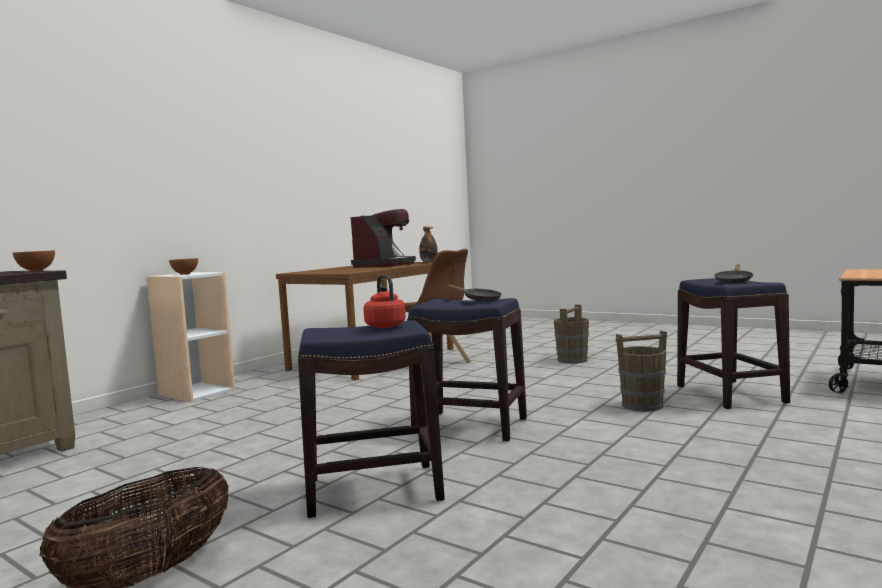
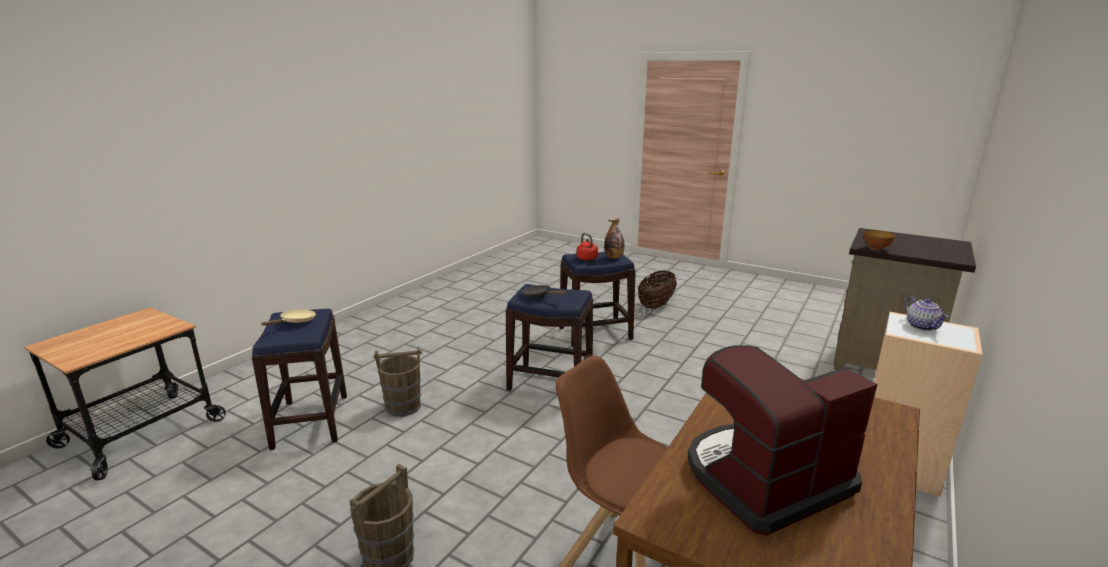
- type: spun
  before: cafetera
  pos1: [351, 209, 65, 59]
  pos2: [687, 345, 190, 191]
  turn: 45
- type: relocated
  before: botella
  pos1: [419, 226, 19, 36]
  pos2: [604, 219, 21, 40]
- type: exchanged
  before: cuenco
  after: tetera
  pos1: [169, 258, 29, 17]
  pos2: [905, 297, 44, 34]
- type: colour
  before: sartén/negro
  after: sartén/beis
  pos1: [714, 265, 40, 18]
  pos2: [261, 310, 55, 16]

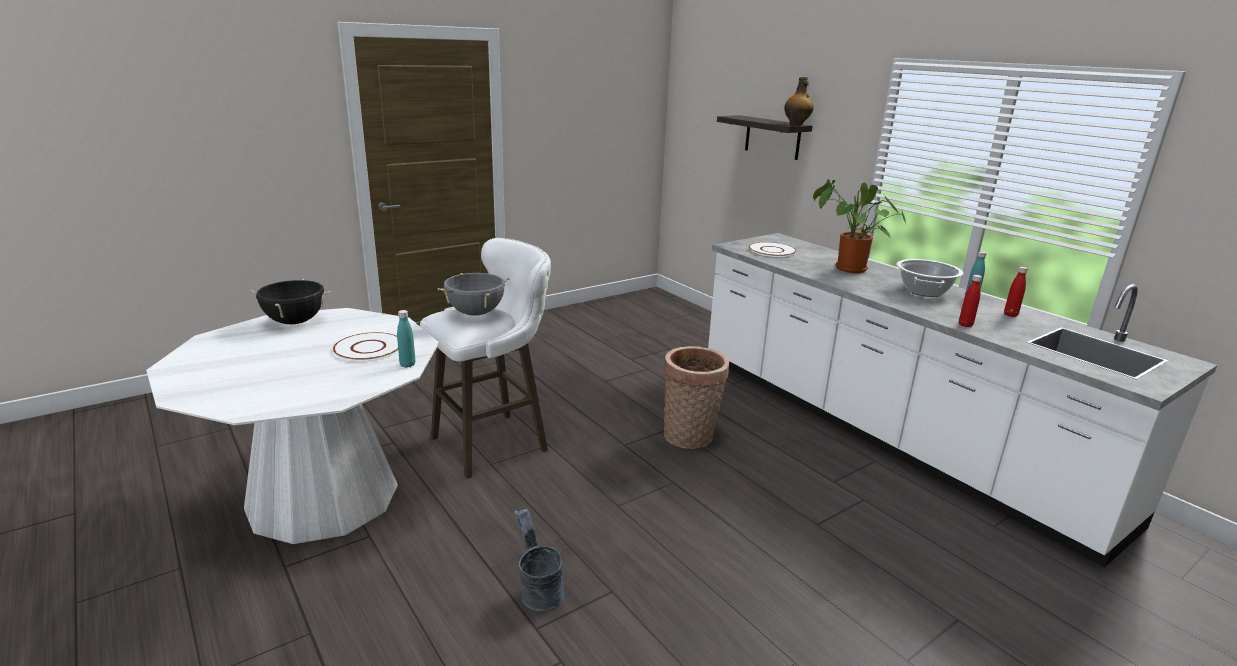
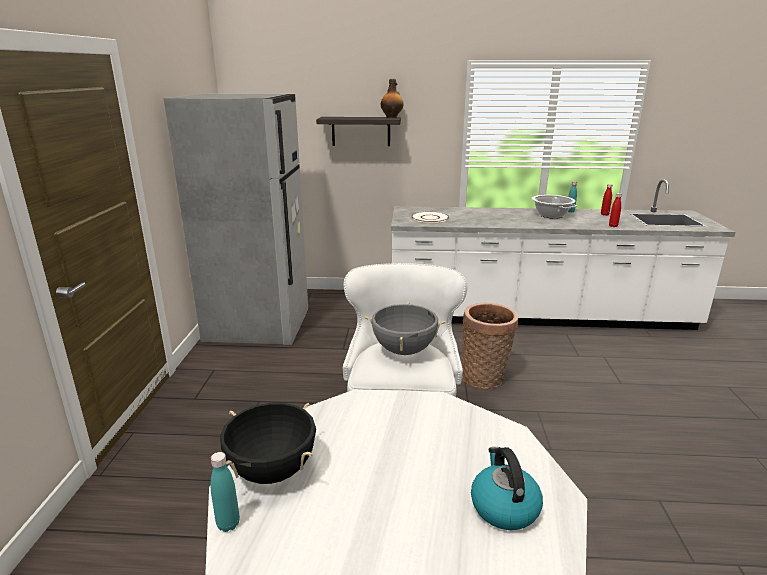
- type: missing
  before: planta en maceta
  pos1: [813, 179, 93, 94]
- type: relocated
  before: botella/turquesa
  pos1: [397, 310, 19, 58]
  pos2: [211, 452, 29, 80]
- type: missing
  before: plato/blanco
  pos1: [333, 332, 65, 29]
- type: missing
  before: cubo/gris
  pos1: [514, 509, 50, 103]
- type: appeared
  after: nevera/gris
  pos2: [163, 94, 145, 251]
- type: appeared
  after: hervidor
  pos2: [471, 447, 72, 83]

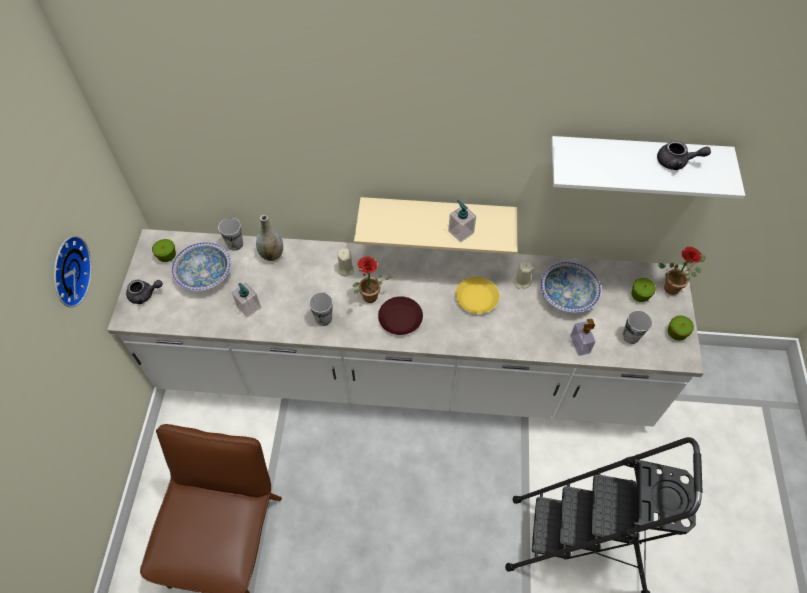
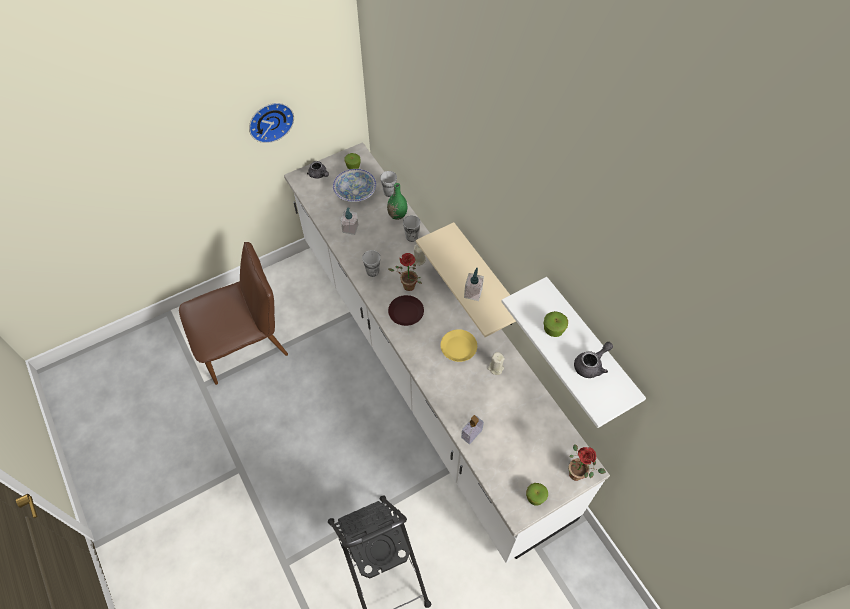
- type: spun
  before: tetera/gris
  pos1: [657, 140, 54, 30]
  pos2: [574, 342, 39, 36]
  turn: -105
- type: colour
  before: florero/gris
  after: florero/verde
  pos1: [256, 215, 27, 46]
  pos2: [387, 183, 20, 37]
- type: missing
  before: cuenco
  pos1: [541, 262, 60, 51]
- type: relocated
  before: manzana
  pos1: [631, 278, 25, 24]
  pos2: [544, 311, 24, 26]
- type: relocated
  before: taza
  pos1: [622, 310, 30, 34]
  pos2: [403, 215, 17, 27]

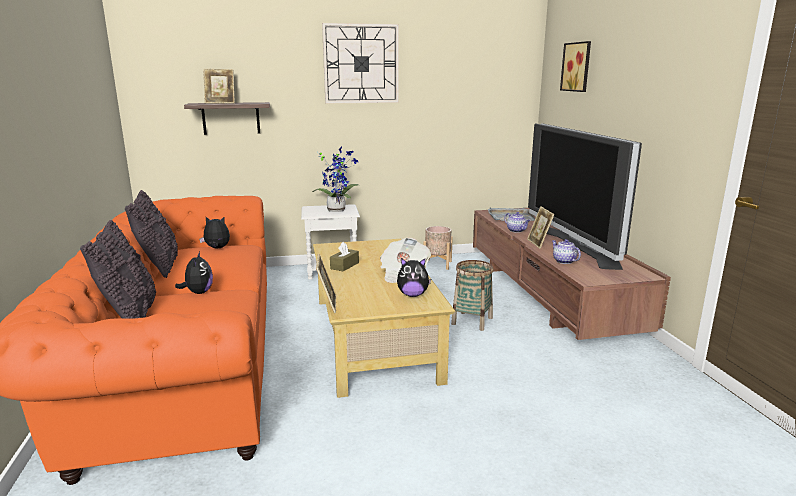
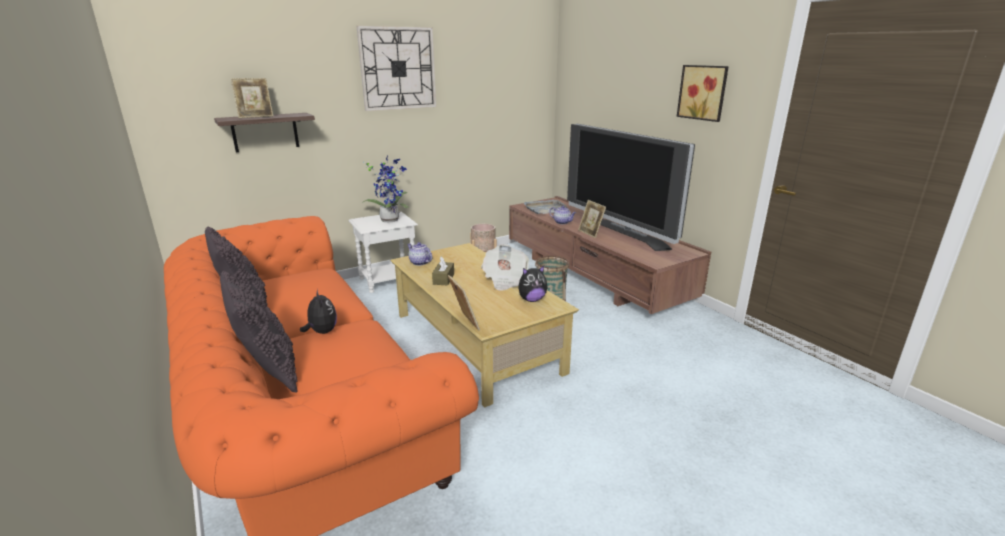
- type: relocated
  before: cuadro
  pos1: [560, 41, 31, 51]
  pos2: [677, 65, 52, 57]
- type: missing
  before: peluche
  pos1: [199, 217, 31, 31]
- type: relocated
  before: tetera
  pos1: [552, 239, 29, 25]
  pos2: [407, 242, 25, 24]

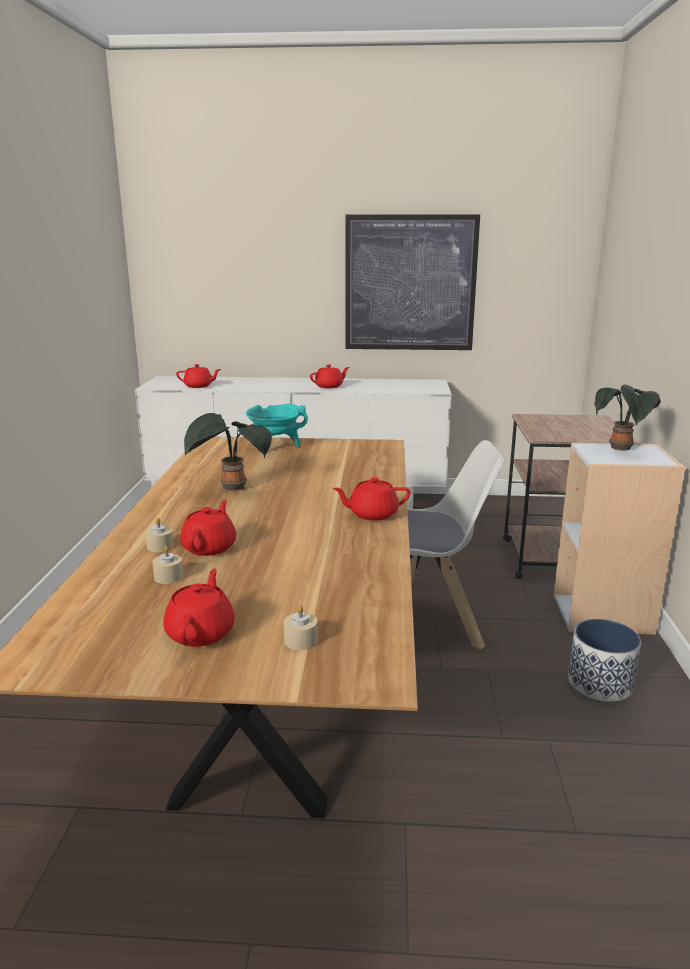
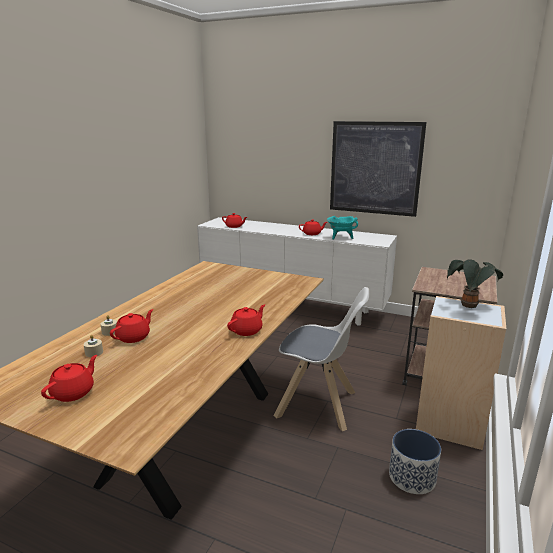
- type: relocated
  before: olla/turquesa
  pos1: [246, 404, 62, 43]
  pos2: [327, 216, 31, 24]
- type: missing
  before: planta en maceta
  pos1: [184, 413, 88, 78]
- type: spun
  before: tetera/rojo
  pos1: [332, 477, 79, 44]
  pos2: [227, 304, 38, 32]
  turn: 120
- type: missing
  before: vela/beis
  pos1: [284, 605, 34, 45]

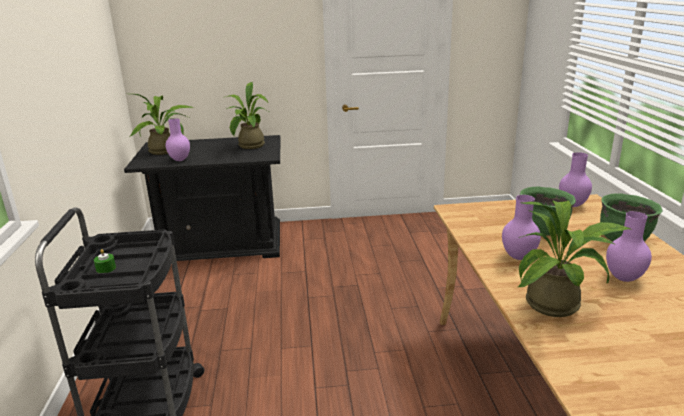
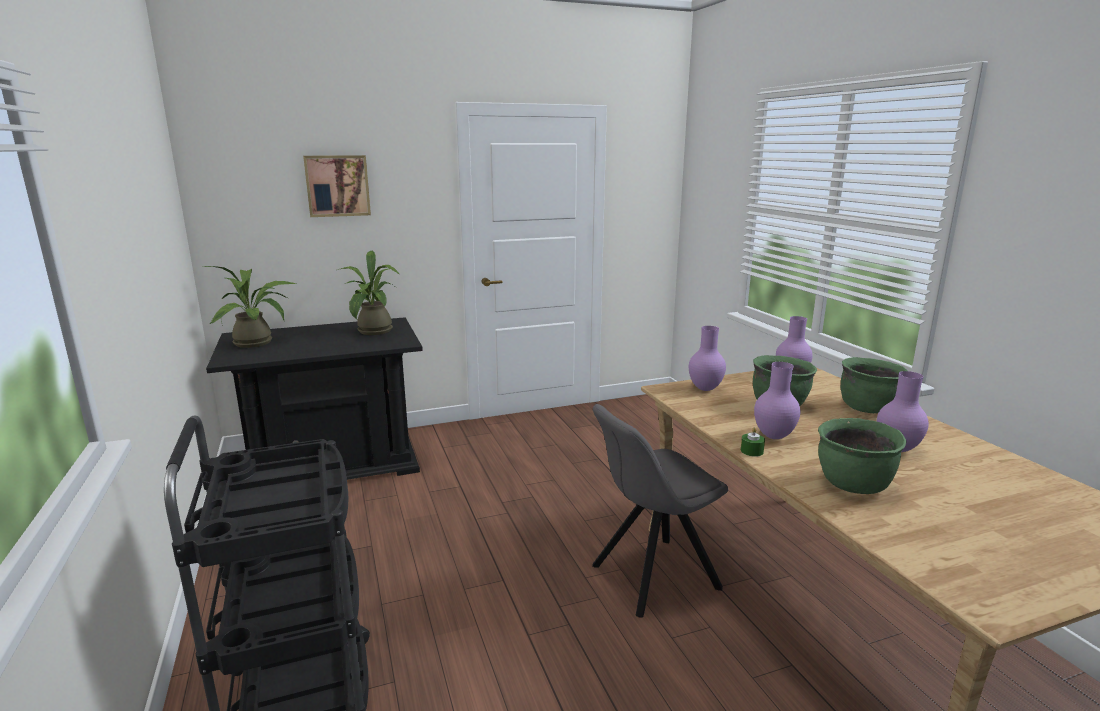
- type: relocated
  before: florero/morado
  pos1: [165, 119, 25, 42]
  pos2: [689, 326, 37, 65]
- type: exchanged
  before: planta en maceta
  after: olla/verde
  pos1: [518, 201, 112, 116]
  pos2: [818, 418, 88, 76]
- type: relocated
  before: vela/verde
  pos1: [94, 249, 22, 24]
  pos2: [741, 427, 24, 30]
- type: appeared
  after: cuadro
  pos2: [303, 155, 68, 62]
- type: appeared
  after: silla/gris
  pos2: [592, 404, 136, 214]

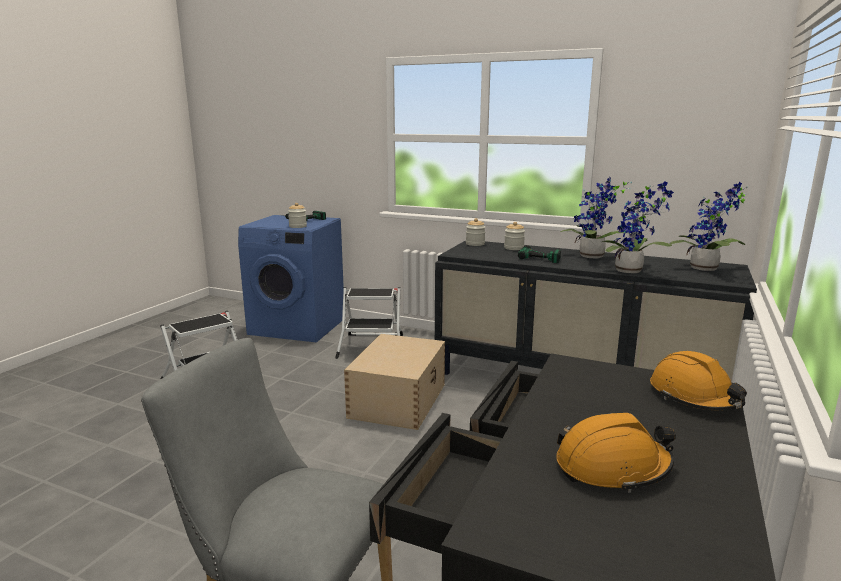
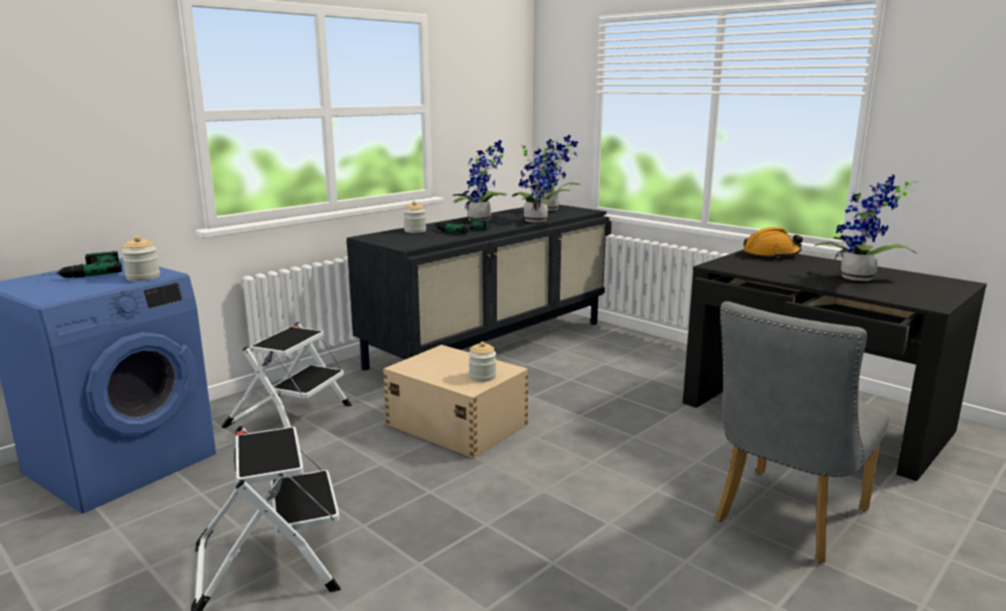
- type: relocated
  before: tarro
  pos1: [466, 218, 20, 28]
  pos2: [469, 342, 27, 40]
- type: exchanged
  before: casco/naranja
  after: planta en maceta
  pos1: [556, 413, 120, 80]
  pos2: [814, 175, 104, 106]

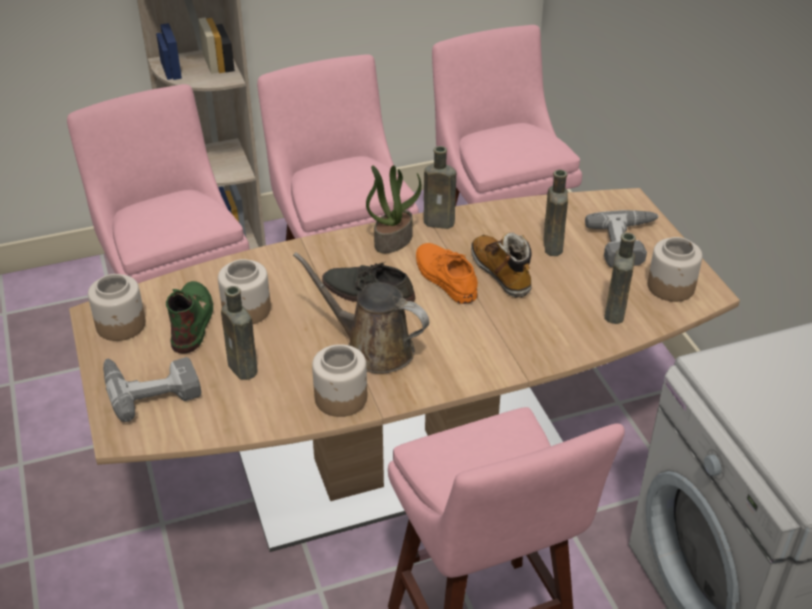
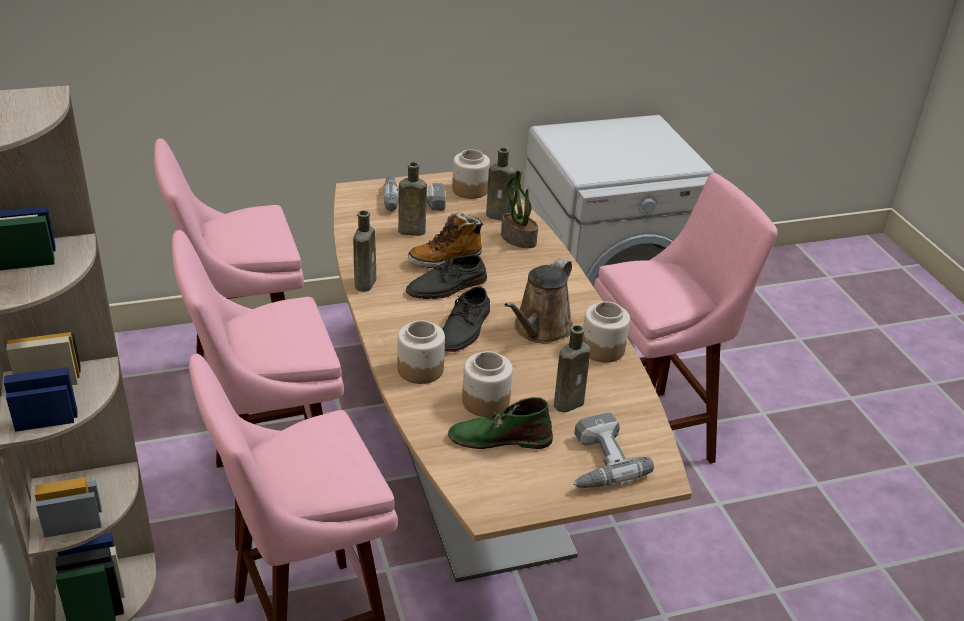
- type: relocated
  before: planta en maceta
  pos1: [366, 166, 56, 87]
  pos2: [501, 171, 37, 77]
- type: colour
  before: zapato/naranja
  after: zapato/gris
  pos1: [416, 243, 62, 61]
  pos2: [406, 255, 81, 44]
- type: relocated
  before: tarro
  pos1: [88, 274, 58, 67]
  pos2: [397, 320, 48, 64]

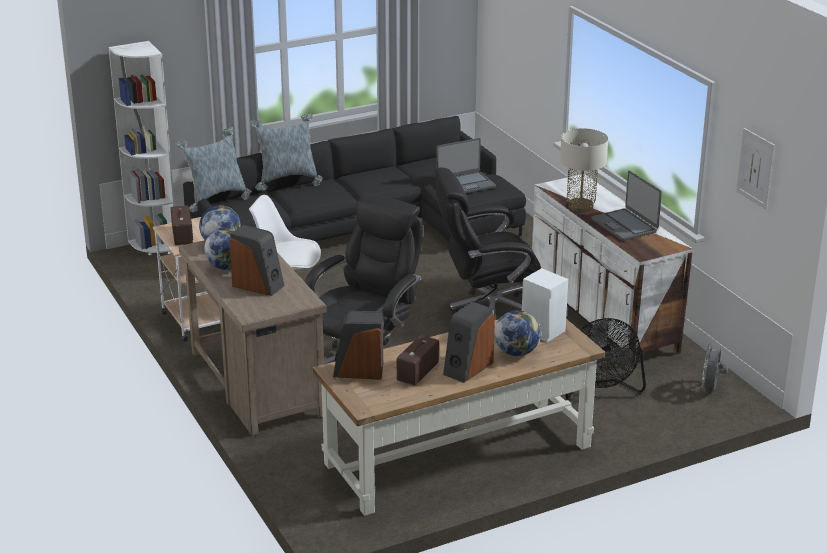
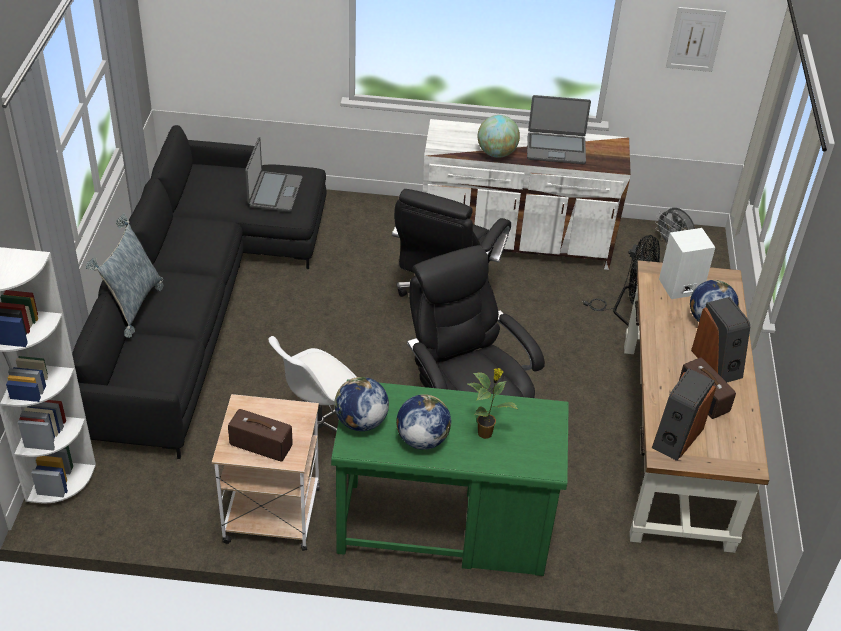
- type: missing
  before: cojín
  pos1: [175, 127, 76, 85]
- type: exchanged
  before: lámpara de mesa
  after: globo terráqueo
  pos1: [560, 128, 48, 84]
  pos2: [477, 115, 43, 43]
- type: exchanged
  before: altavoz
  after: planta en maceta
  pos1: [230, 225, 54, 71]
  pos2: [467, 368, 52, 71]
- type: colour
  before: escritorio/marrón
  after: escritorio/verde
  pos1: [179, 240, 148, 196]
  pos2: [331, 379, 238, 197]

